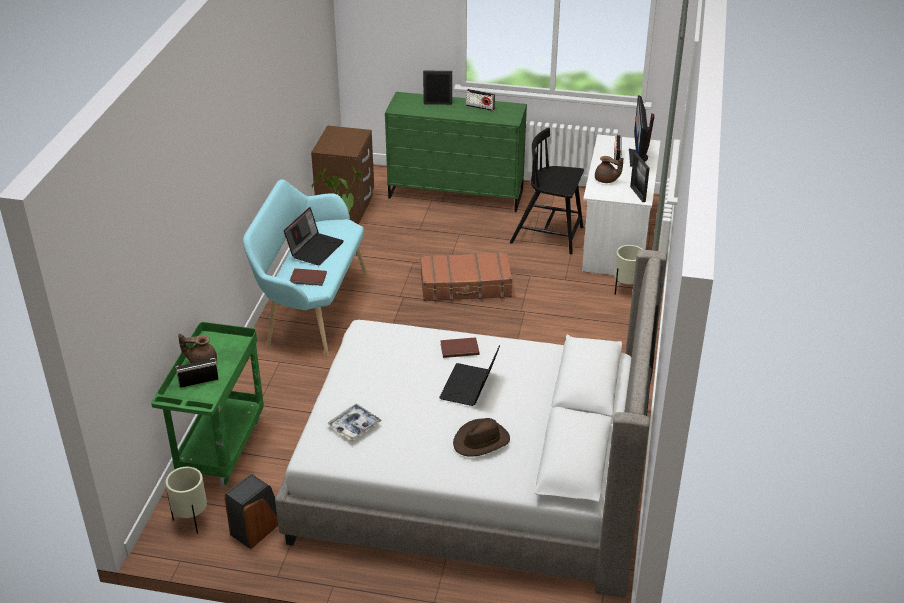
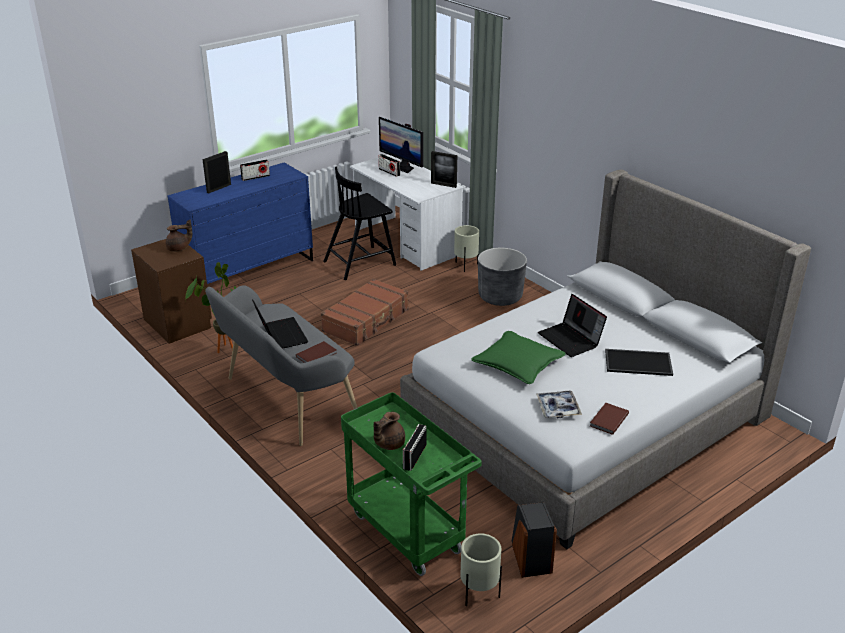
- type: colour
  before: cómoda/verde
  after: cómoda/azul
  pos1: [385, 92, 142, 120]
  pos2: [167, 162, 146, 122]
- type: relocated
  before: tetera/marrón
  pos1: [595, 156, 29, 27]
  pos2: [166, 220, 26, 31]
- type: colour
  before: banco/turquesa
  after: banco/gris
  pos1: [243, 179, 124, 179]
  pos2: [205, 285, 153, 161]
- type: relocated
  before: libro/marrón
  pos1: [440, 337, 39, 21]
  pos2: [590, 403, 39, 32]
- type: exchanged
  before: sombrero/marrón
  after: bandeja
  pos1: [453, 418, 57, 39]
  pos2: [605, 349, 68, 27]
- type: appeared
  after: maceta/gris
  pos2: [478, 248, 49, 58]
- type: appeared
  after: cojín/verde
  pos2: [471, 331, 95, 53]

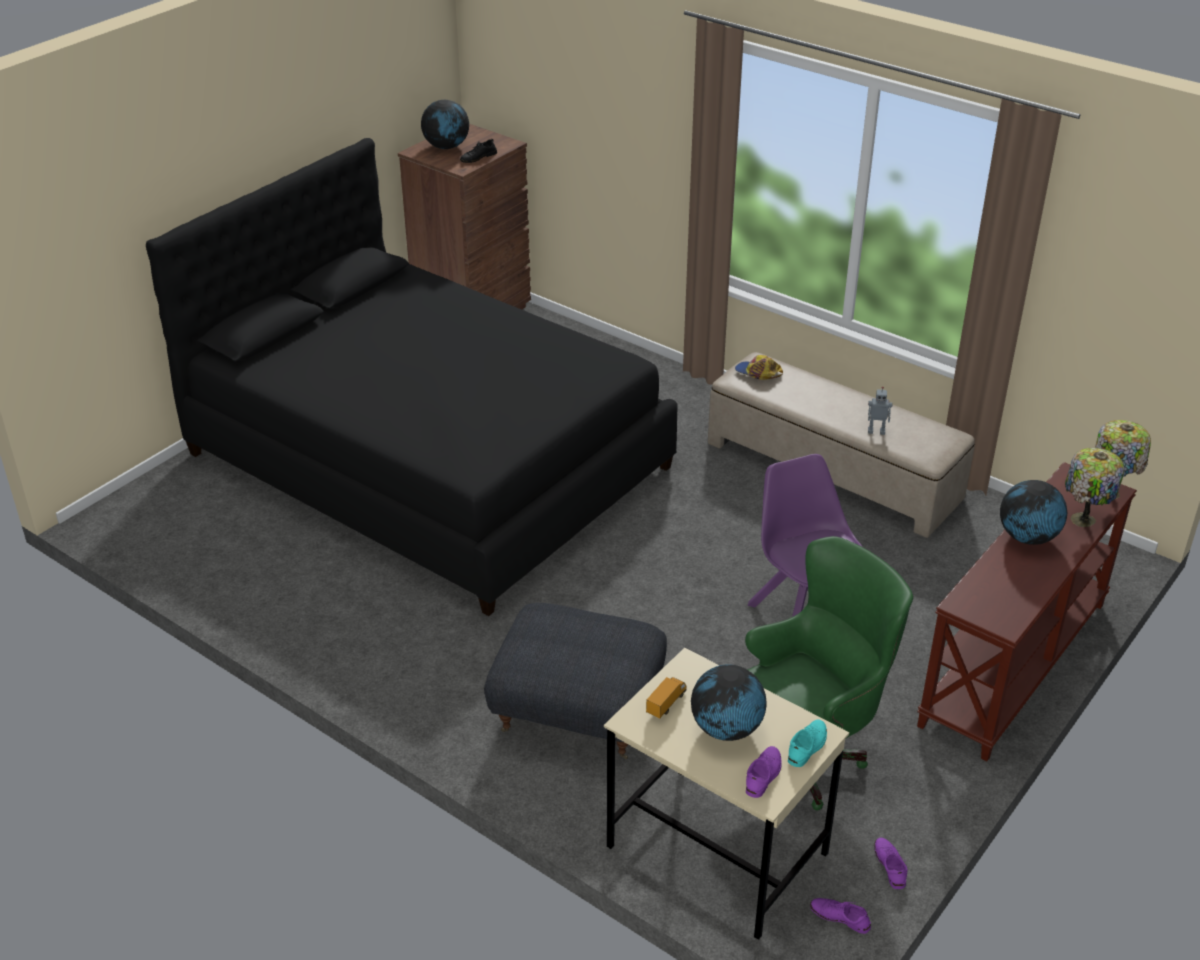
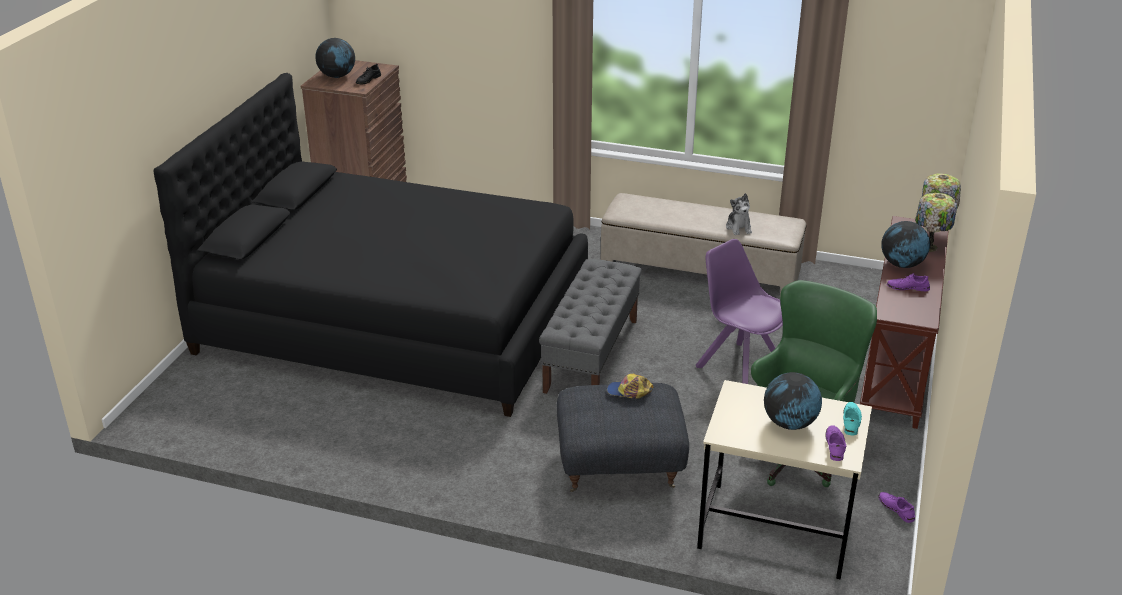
- type: relocated
  before: gorra
  pos1: [735, 355, 48, 25]
  pos2: [607, 374, 47, 24]
- type: exchanged
  before: robot de juguete
  after: peluche
  pos1: [868, 387, 25, 48]
  pos2: [726, 193, 26, 42]
- type: missing
  before: camión de juguete
  pos1: [646, 677, 41, 41]
- type: relocated
  before: zapato/morado
  pos1: [810, 898, 61, 36]
  pos2: [887, 273, 43, 18]
- type: appeared
  after: banco/gris
  pos2: [539, 259, 103, 135]

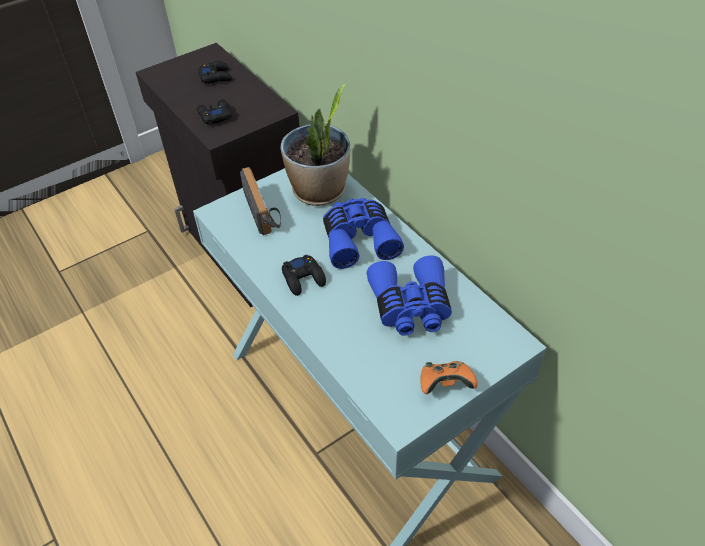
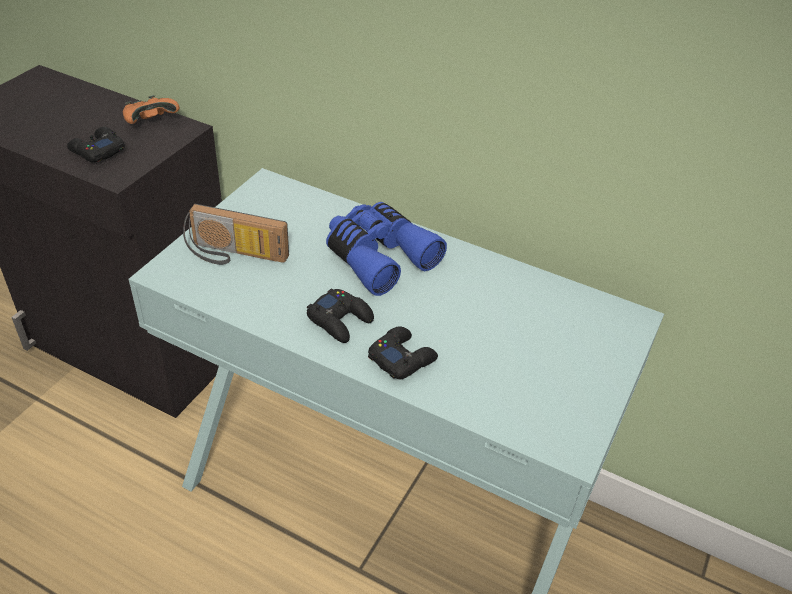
- type: relocated
  before: mando de consola/negro
  pos1: [198, 61, 34, 23]
  pos2: [368, 326, 70, 53]
- type: missing
  before: planta en maceta
  pos1: [280, 84, 70, 122]
- type: spun
  before: radio
  pos1: [240, 167, 41, 68]
  pos2: [183, 204, 106, 61]
  turn: 150
- type: missing
  before: prismáticos/azul
  pos1: [367, 255, 85, 81]
- type: relocated
  before: mando de consola/naranja
  pos1: [420, 361, 58, 33]
  pos2: [123, 95, 57, 29]

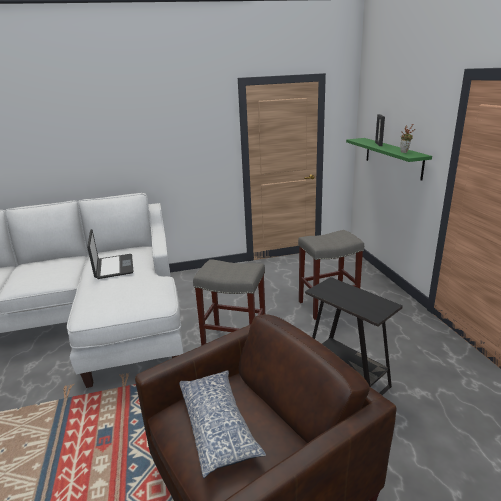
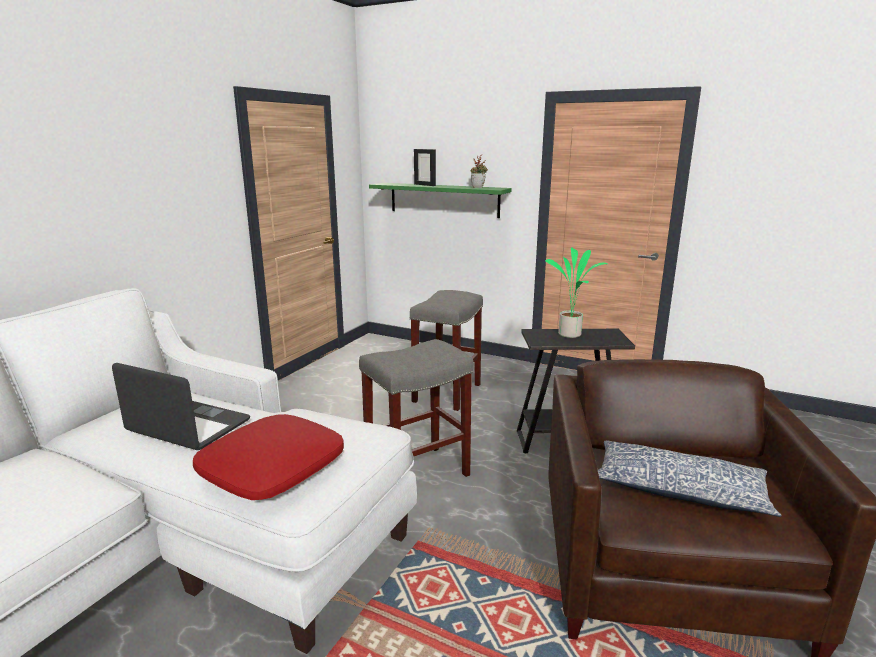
- type: appeared
  after: planta en maceta
  pos2: [545, 247, 62, 91]
- type: appeared
  after: cojín/rojo
  pos2: [193, 414, 151, 86]

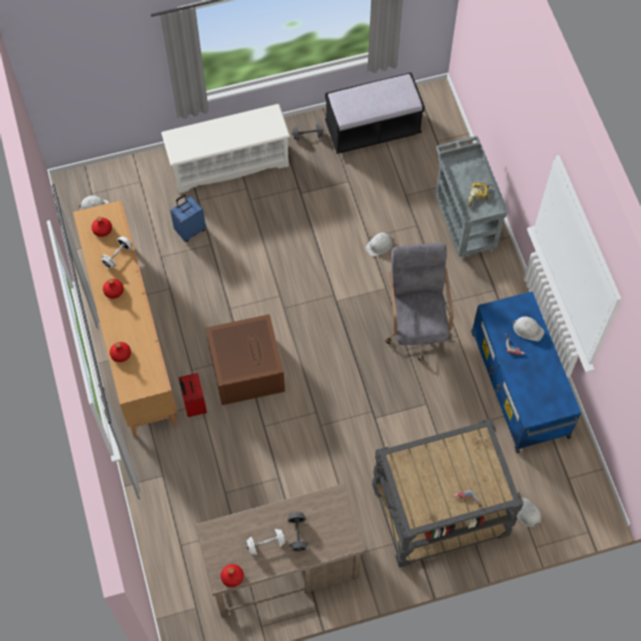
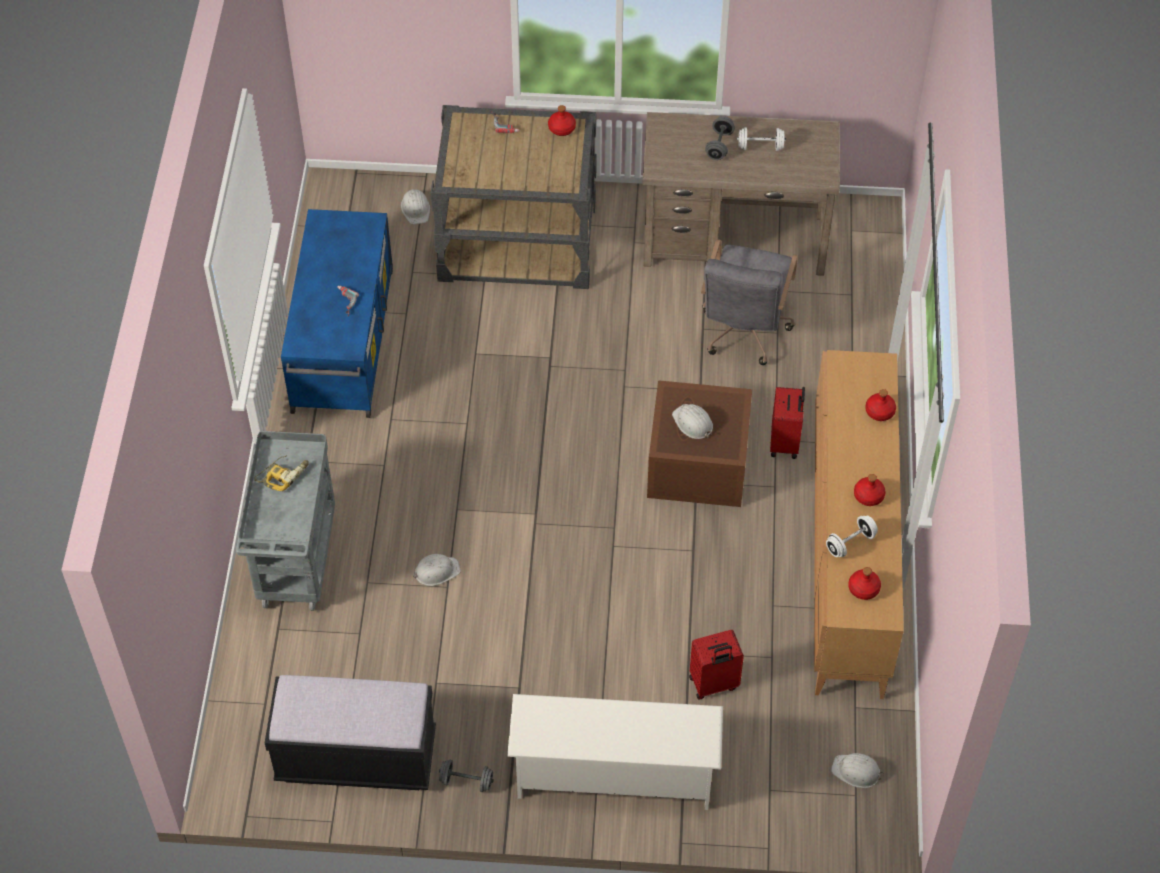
- type: colour
  before: maleta/azul
  after: maleta/rojo
  pos1: [170, 194, 36, 48]
  pos2: [689, 630, 55, 70]
- type: relocated
  before: silla de oficina/gris
  pos1: [385, 243, 69, 118]
  pos2: [701, 239, 97, 126]
- type: relocated
  before: casco/blanco
  pos1: [512, 317, 33, 24]
  pos2: [672, 404, 41, 35]
- type: relocated
  before: botella/rojo
  pos1: [221, 564, 23, 23]
  pos2: [548, 105, 28, 31]

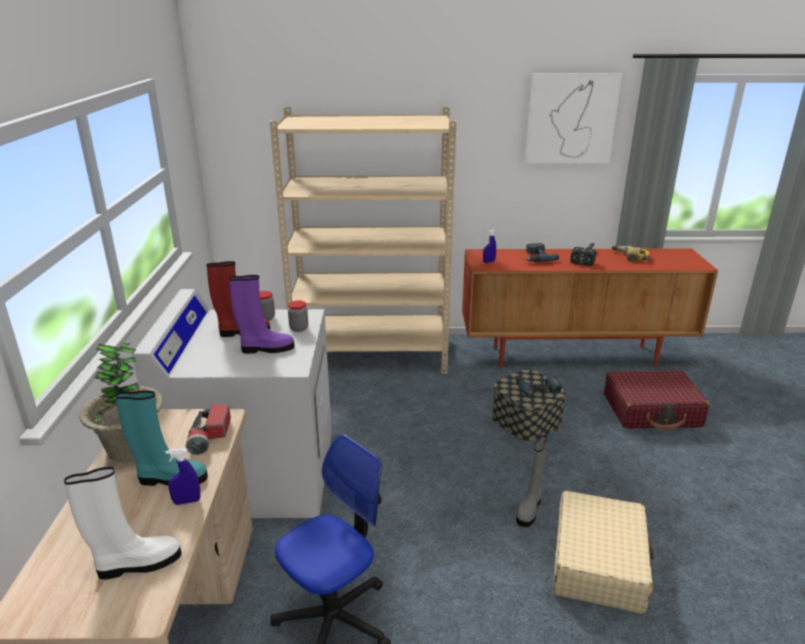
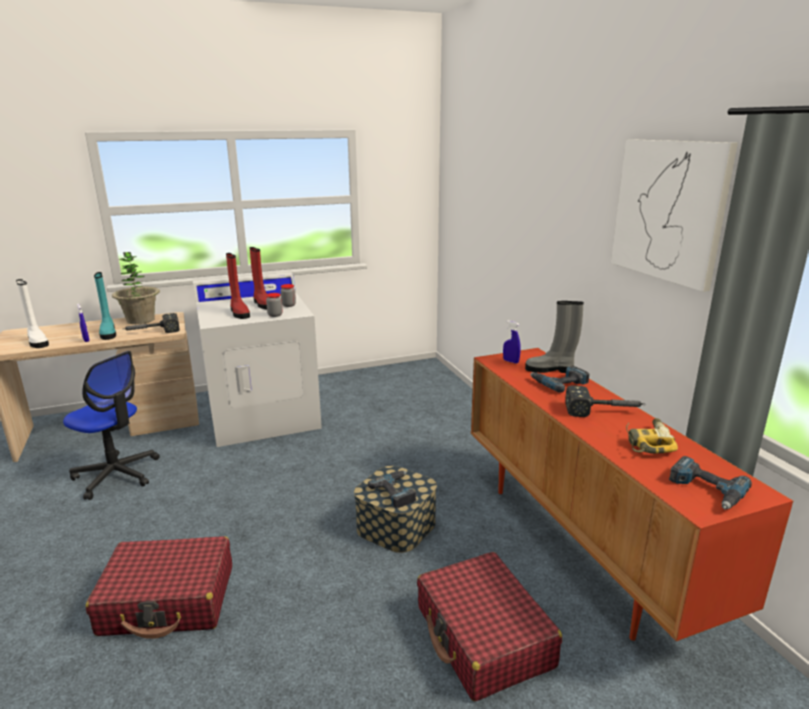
- type: missing
  before: estantería/beis
  pos1: [270, 107, 186, 267]
- type: colour
  before: bota/morado
  after: bota/rojo
  pos1: [229, 275, 66, 79]
  pos2: [226, 253, 24, 66]
- type: exchanged
  before: linterna
  after: martillo
  pos1: [186, 404, 45, 51]
  pos2: [122, 313, 58, 20]
- type: relocated
  before: bota/gris
  pos1: [516, 435, 31, 92]
  pos2: [525, 301, 59, 72]
- type: colour
  before: maleta/beis
  after: maleta/rojo
  pos1: [553, 490, 101, 124]
  pos2: [86, 536, 146, 103]
- type: appeared
  after: taladro
  pos2: [669, 456, 83, 53]

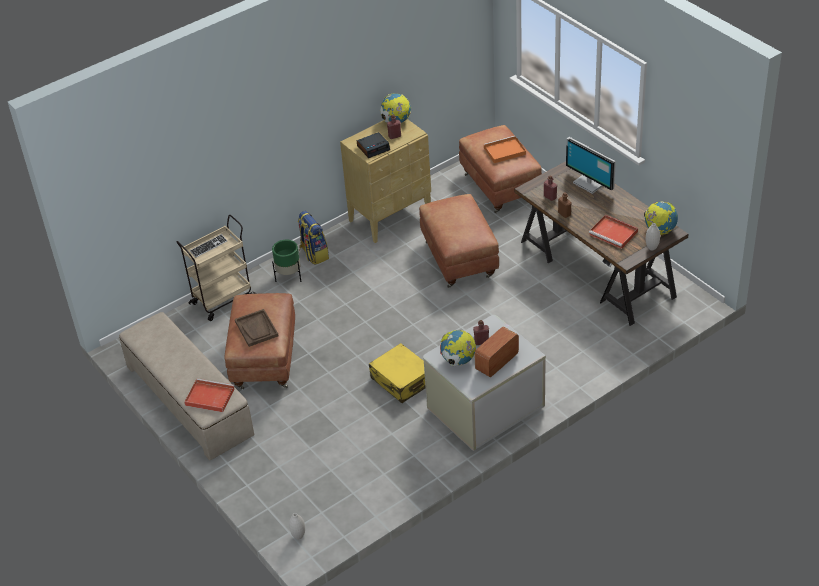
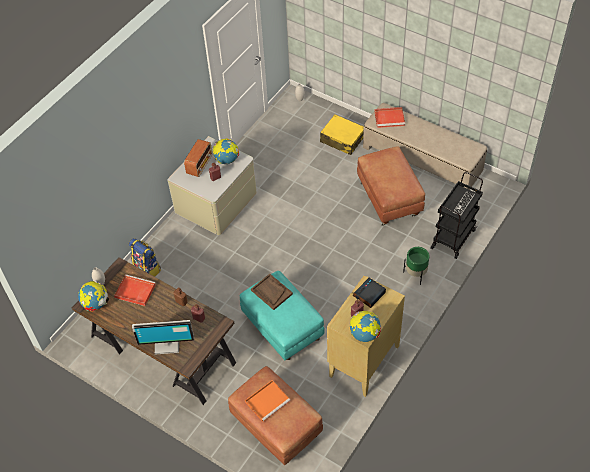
- type: spun
  before: monitor
  pos1: [566, 137, 50, 57]
  pos2: [132, 320, 62, 35]
  turn: 150
- type: colour
  before: puf/marrón
  after: puf/turquesa
  pos1: [419, 194, 80, 94]
  pos2: [240, 271, 84, 89]
- type: relocated
  before: mochila
  pos1: [298, 211, 31, 54]
  pos2: [129, 238, 32, 39]
- type: colour
  before: carrito/beis
  after: carrito/negro
  pos1: [176, 215, 80, 106]
  pos2: [430, 172, 53, 87]
- type: relocated
  before: bandeja/marrón
  pos1: [235, 309, 43, 38]
  pos2: [251, 274, 42, 36]
- type: relocated
  before: maleta/amarillo
  pos1: [369, 343, 57, 60]
  pos2: [320, 114, 44, 41]

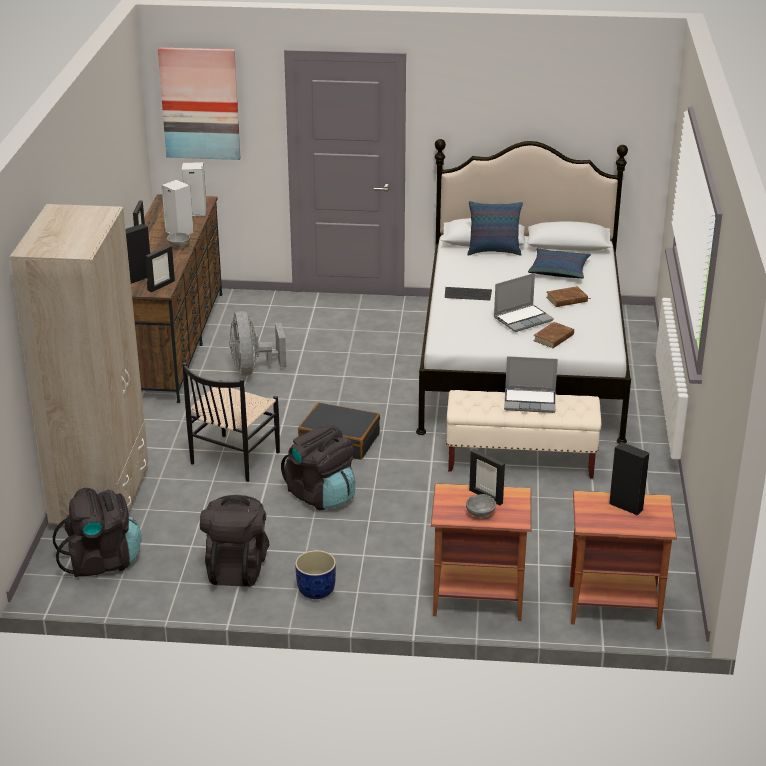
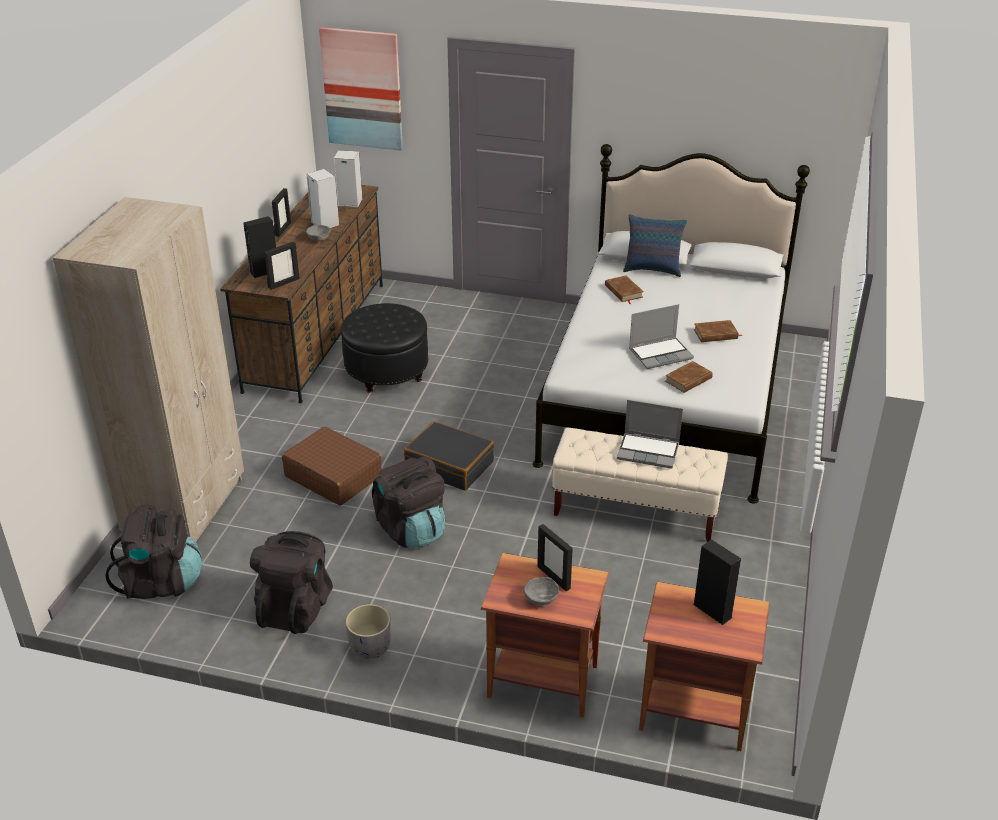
- type: missing
  before: cojín/azul
  pos1: [528, 248, 63, 30]
- type: missing
  before: teclado
  pos1: [445, 287, 47, 13]
- type: exchanged
  before: ventilador/gris
  after: puf/negro
  pos1: [229, 311, 57, 65]
  pos2: [341, 303, 87, 90]
- type: exchanged
  before: silla/negro
  after: maleta/marrón
  pos1: [182, 363, 98, 119]
  pos2: [282, 427, 100, 79]
- type: colour
  before: maceta/azul
  after: maceta/gris
  pos1: [295, 550, 41, 49]
  pos2: [346, 604, 45, 55]
- type: appeared
  after: libro/marrón
  pos2: [605, 276, 39, 28]

